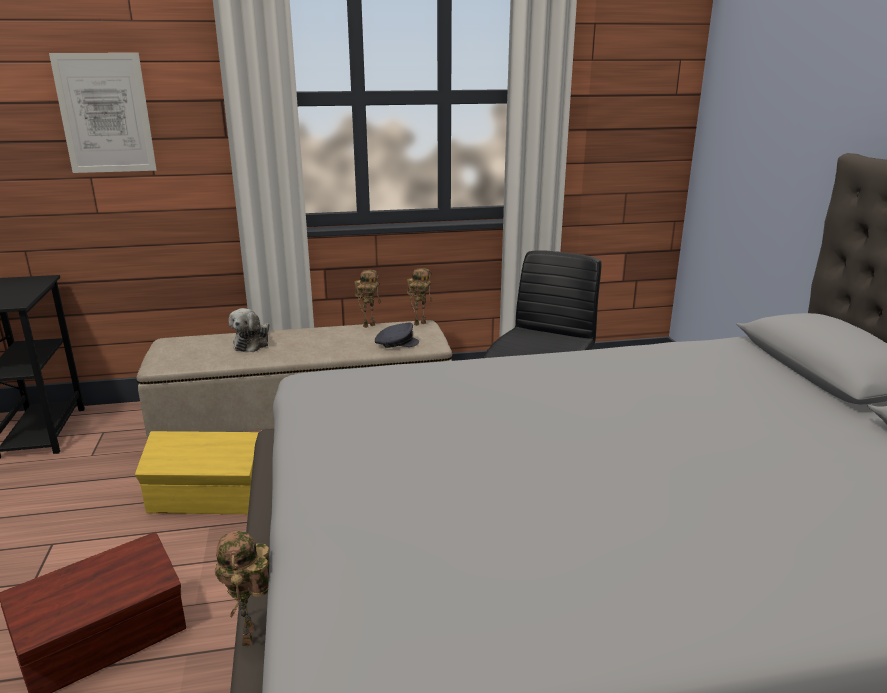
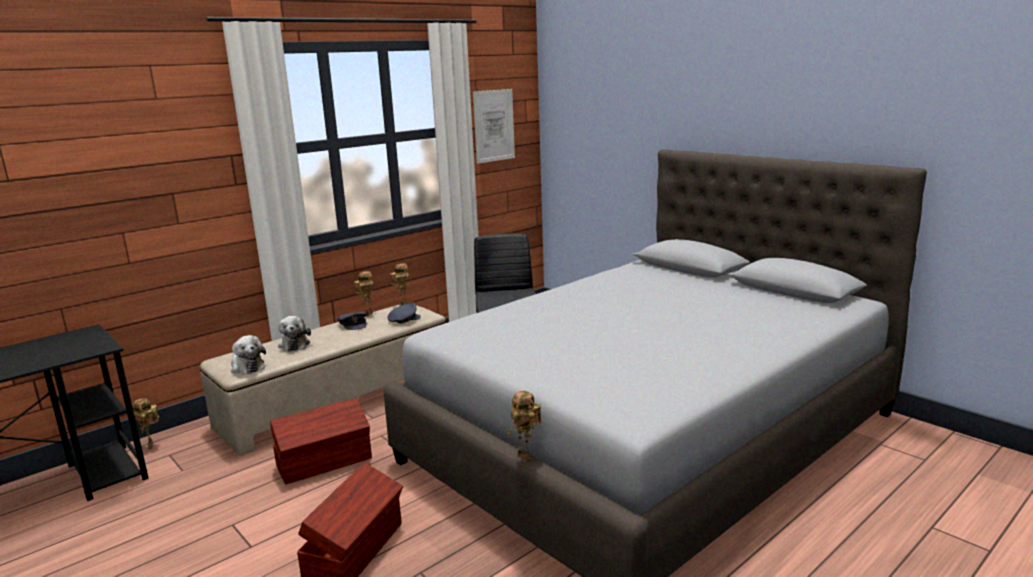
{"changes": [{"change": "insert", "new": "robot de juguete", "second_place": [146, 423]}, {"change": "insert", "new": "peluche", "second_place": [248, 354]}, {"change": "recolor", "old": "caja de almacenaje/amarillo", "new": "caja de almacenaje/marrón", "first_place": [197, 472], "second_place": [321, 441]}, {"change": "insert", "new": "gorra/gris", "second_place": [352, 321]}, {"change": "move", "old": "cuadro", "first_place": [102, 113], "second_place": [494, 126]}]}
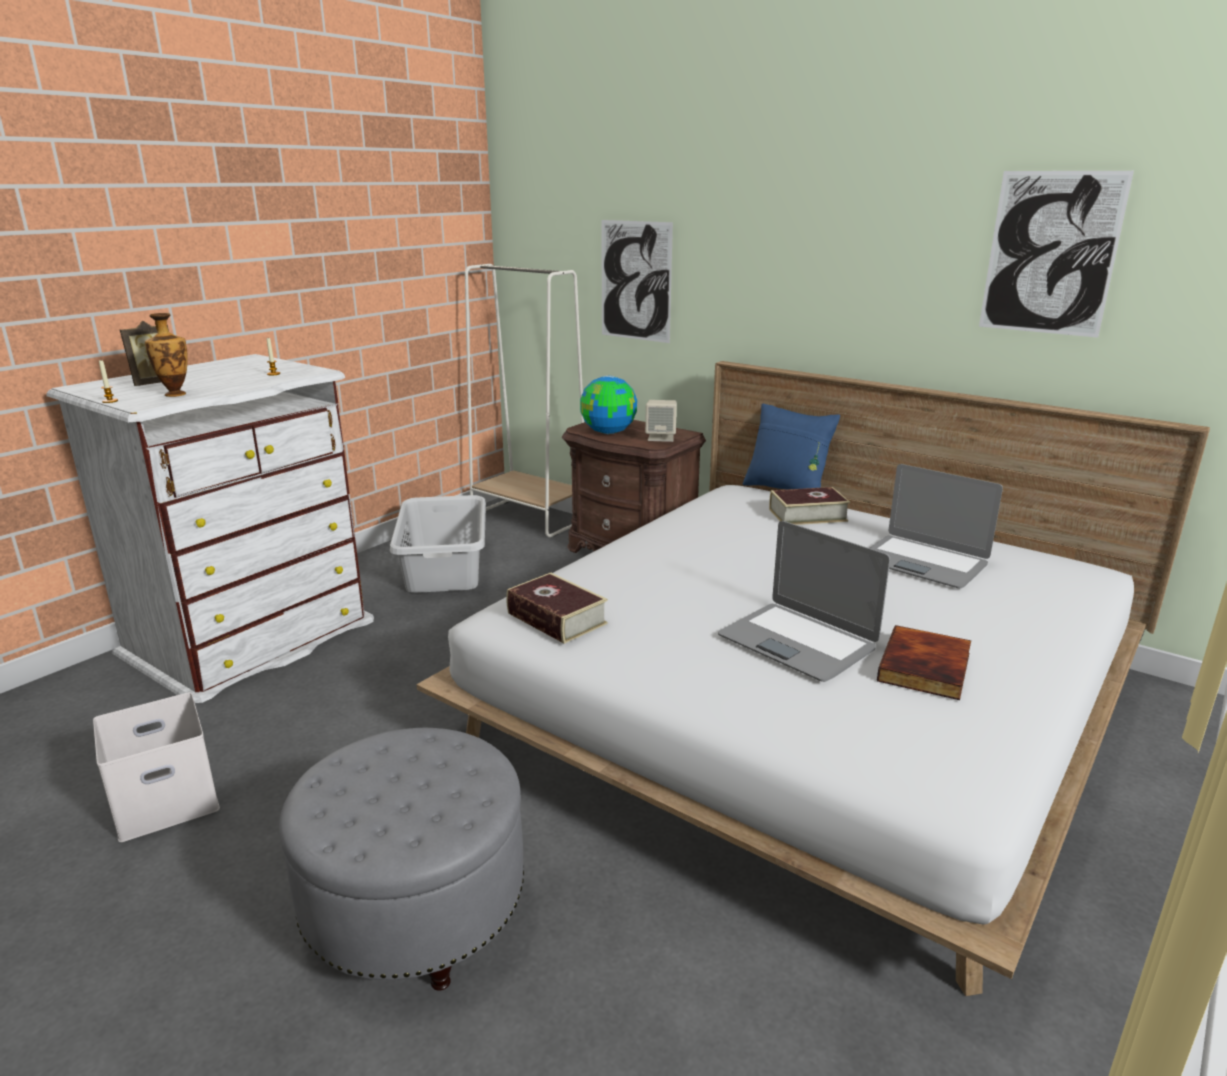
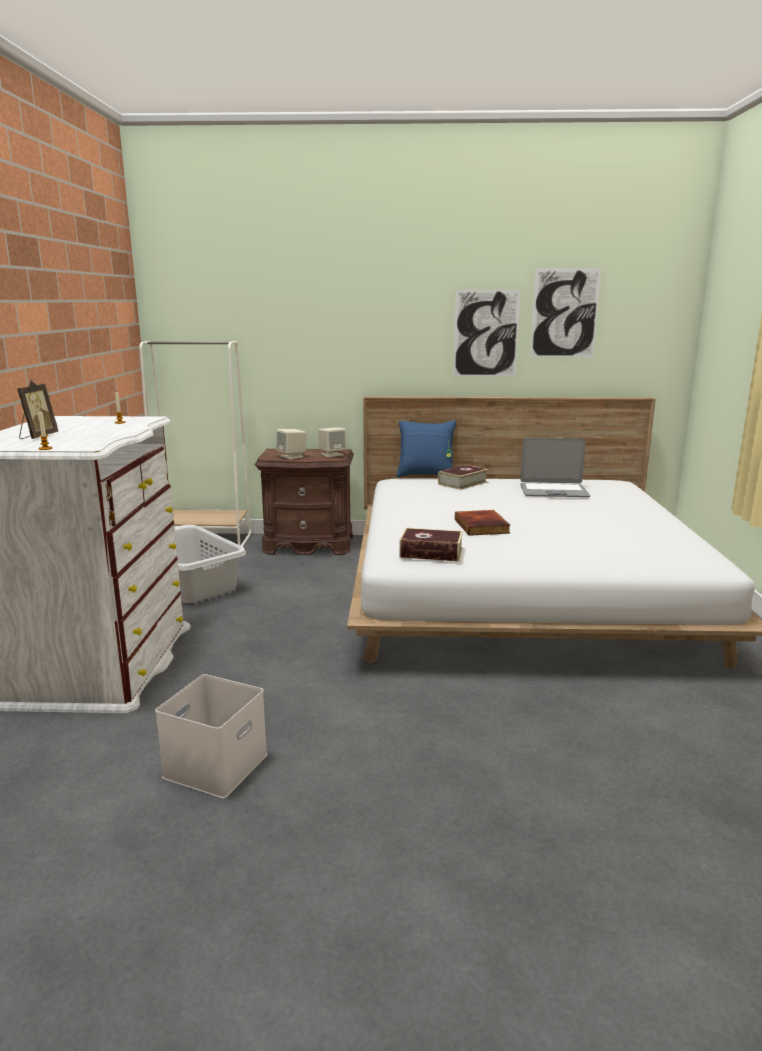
{"changes": [{"change": "replace", "old": "globo terráqueo", "new": "altavoz/beis", "first_place": [608, 405], "second_place": [291, 444]}, {"change": "move", "old": "cuadro", "first_place": [637, 281], "second_place": [486, 333]}, {"change": "move", "old": "libro", "first_place": [924, 662], "second_place": [482, 523]}, {"change": "delete", "old": "florero", "first_place": [166, 355]}, {"change": "delete", "old": "puf/gris", "first_place": [401, 859]}, {"change": "delete", "old": "portátil", "first_place": [804, 601]}]}
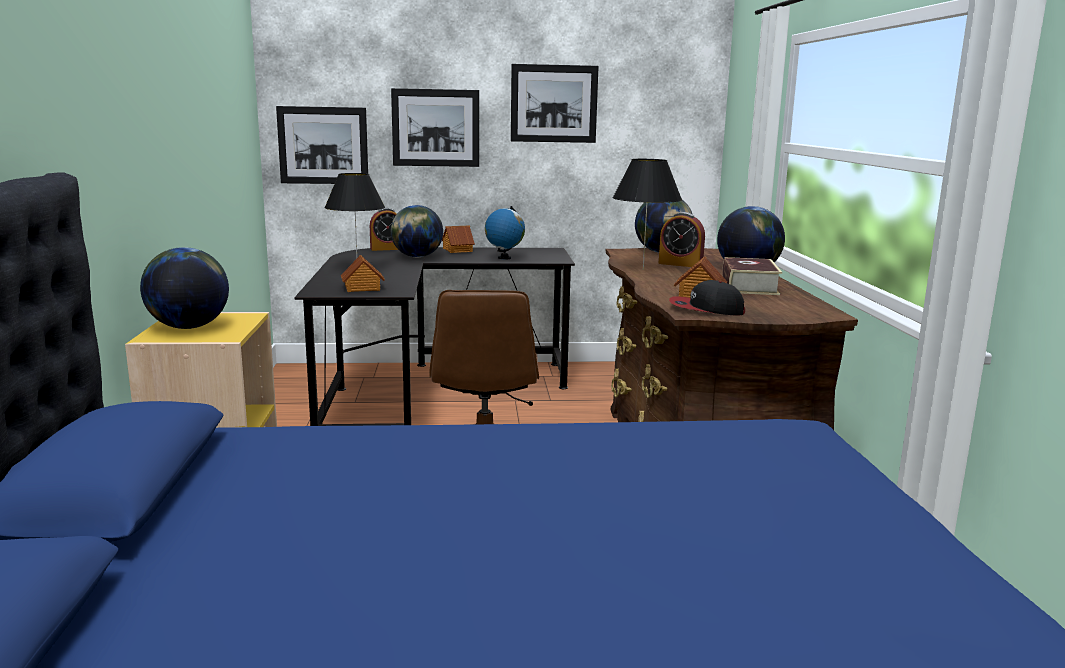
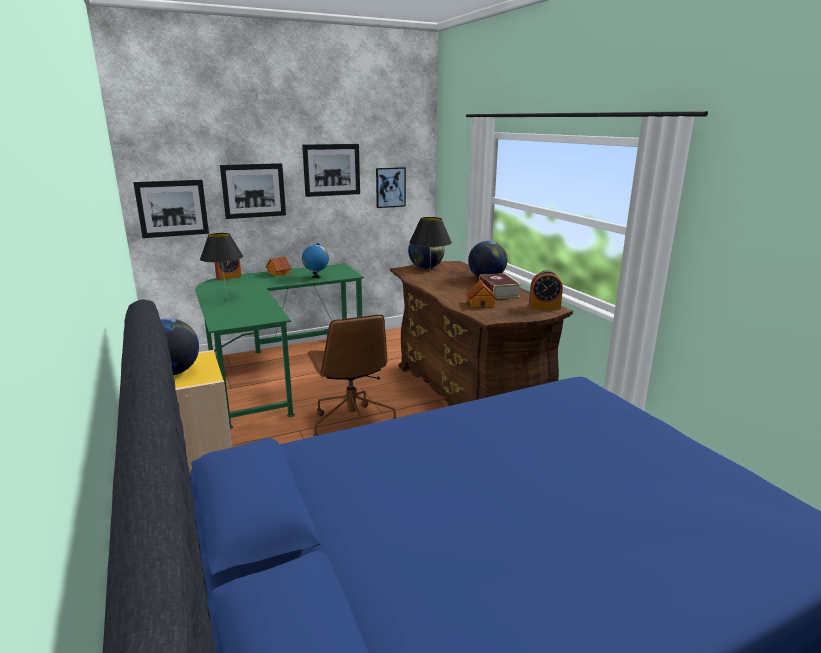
{"changes": [{"change": "recolor", "old": "escritorio/negro", "new": "escritorio/verde", "first_place": [434, 336], "second_place": [279, 347]}, {"change": "insert", "new": "cuadro", "second_place": [391, 187]}, {"change": "move", "old": "despertador", "first_place": [682, 239], "second_place": [546, 290]}, {"change": "delete", "old": "casita", "first_place": [363, 273]}, {"change": "delete", "old": "globo terráqueo", "first_place": [417, 231]}, {"change": "delete", "old": "gorra", "first_place": [707, 298]}]}
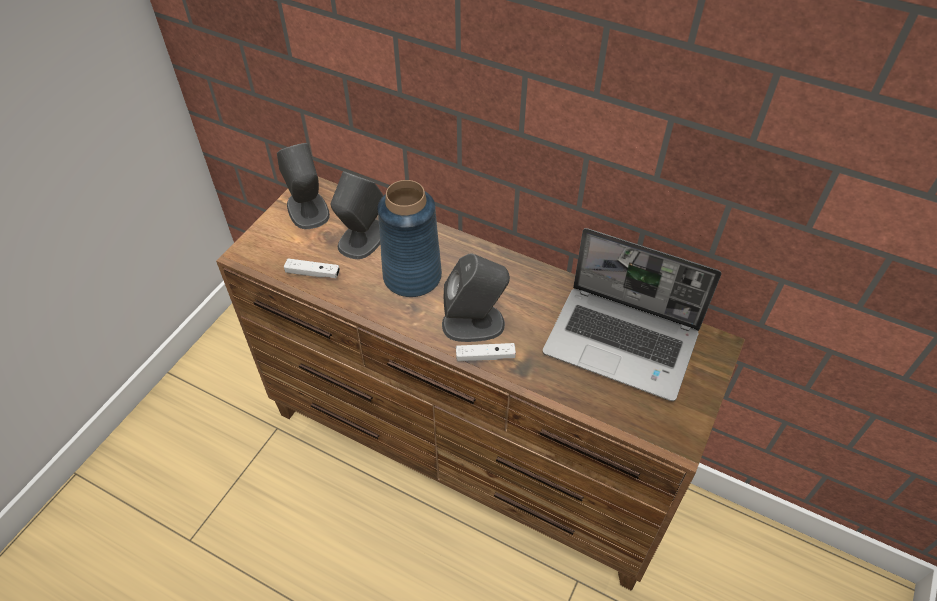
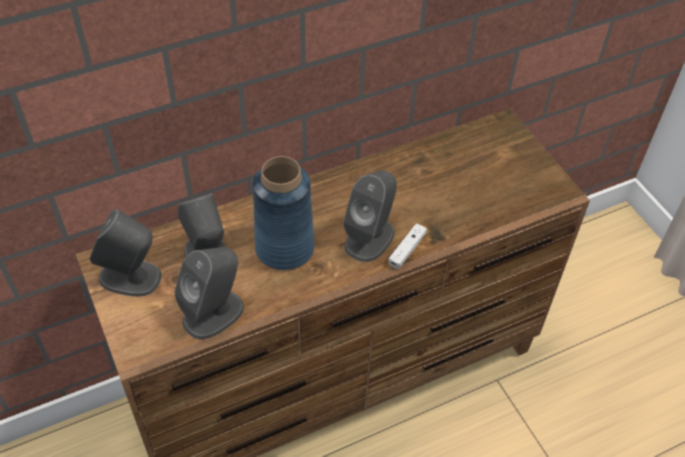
{"changes": [{"change": "replace", "old": "mando de consola/blanco", "new": "altavoz/gris", "first_place": [312, 268], "second_place": [209, 293]}, {"change": "delete", "old": "portátil", "first_place": [632, 314]}]}
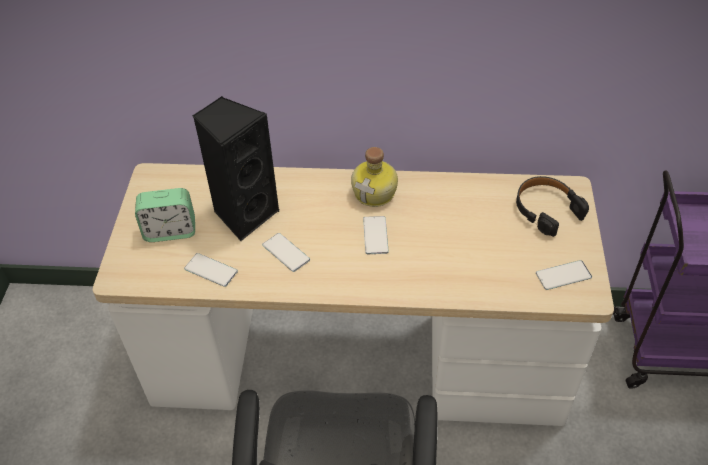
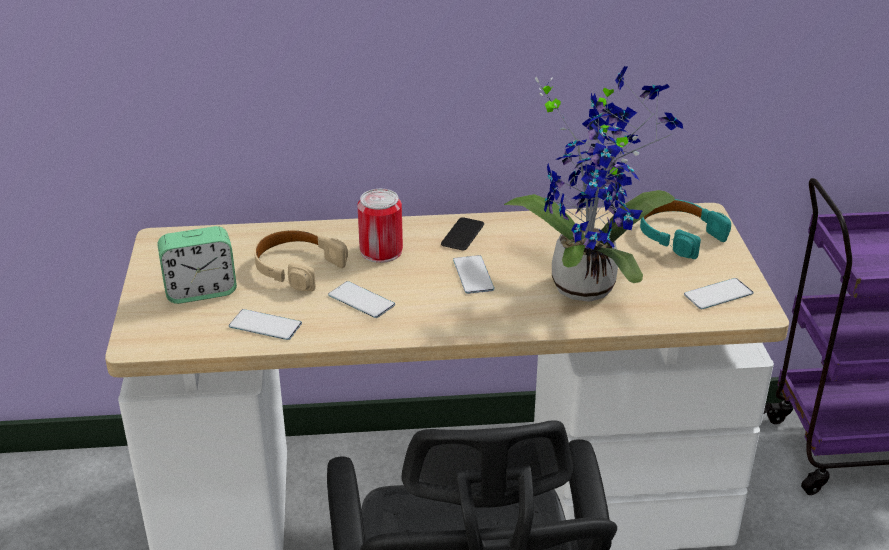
{"changes": [{"change": "replace", "old": "altavoz/negro", "new": "auriculares/beis", "first_place": [236, 168], "second_place": [301, 260]}, {"change": "insert", "new": "lata", "second_place": [380, 226]}, {"change": "replace", "old": "botella", "new": "móvil", "first_place": [374, 177], "second_place": [462, 233]}, {"change": "insert", "new": "planta en maceta", "second_place": [593, 184]}, {"change": "recolor", "old": "auriculares/negro", "new": "auriculares/turquesa", "first_place": [552, 206], "second_place": [685, 229]}]}
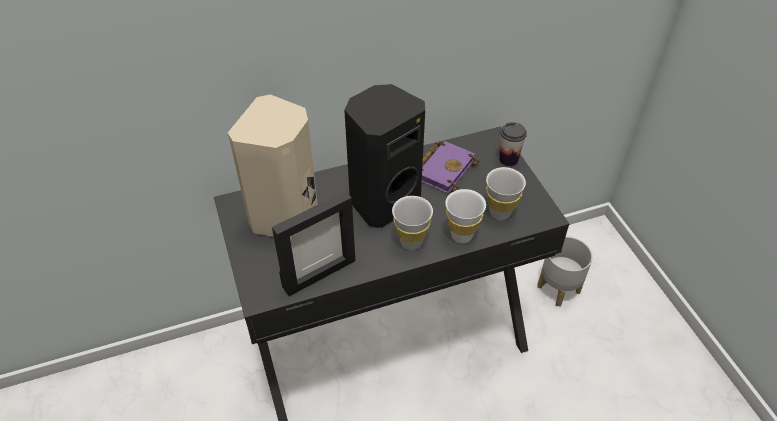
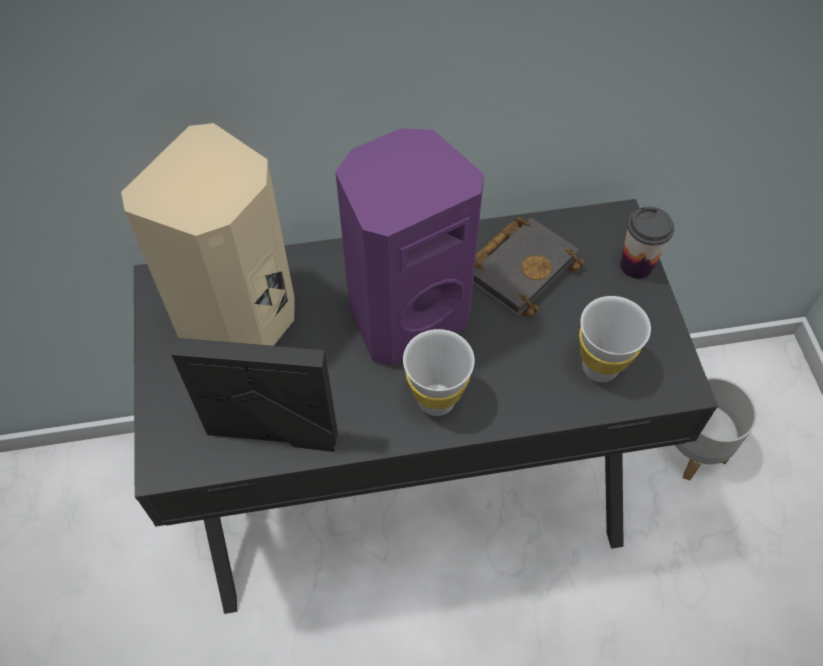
{"changes": [{"change": "rotate", "old": "portarretratos", "first_place": [313, 243], "second_place": [254, 395], "degrees": -150}, {"change": "recolor", "old": "altavoz/negro", "new": "altavoz/morado", "first_place": [384, 156], "second_place": [409, 247]}, {"change": "recolor", "old": "libro/morado", "new": "libro/negro", "first_place": [450, 167], "second_place": [528, 267]}, {"change": "delete", "old": "taza/blanco", "first_place": [466, 216]}]}
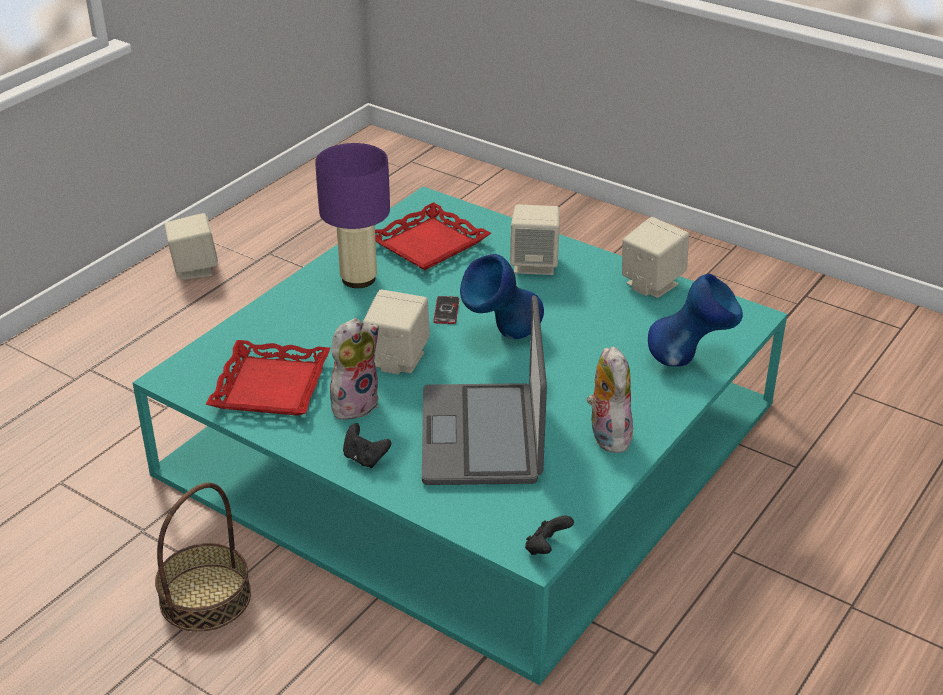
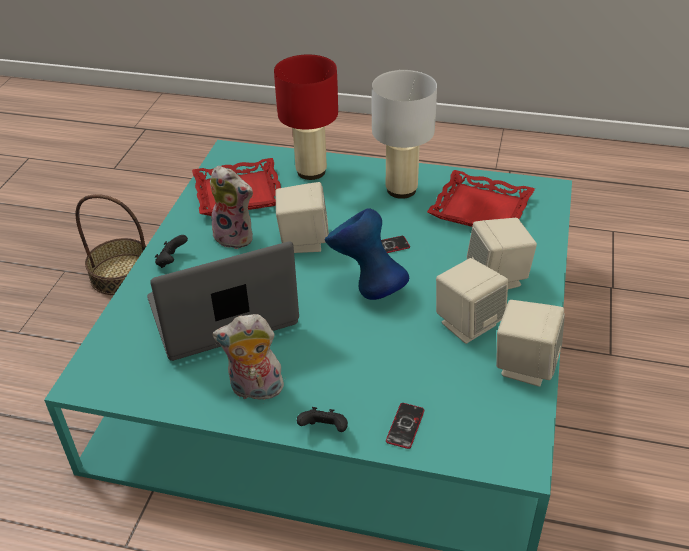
{"changes": [{"change": "rotate", "old": "peluche", "first_place": [610, 399], "second_place": [248, 359], "degrees": -150}, {"change": "insert", "new": "lámpara de mesa/rojo", "second_place": [306, 117]}, {"change": "move", "old": "mando de consola/negro", "first_place": [549, 535], "second_place": [322, 419]}, {"change": "recolor", "old": "lámpara de mesa/morado", "new": "lámpara de mesa/blanco", "first_place": [352, 215], "second_place": [404, 134]}, {"change": "replace", "old": "florero/azul", "new": "móvil", "first_place": [695, 320], "second_place": [405, 426]}, {"change": "move", "old": "altavoz/beis", "first_place": [191, 246], "second_place": [472, 301]}]}
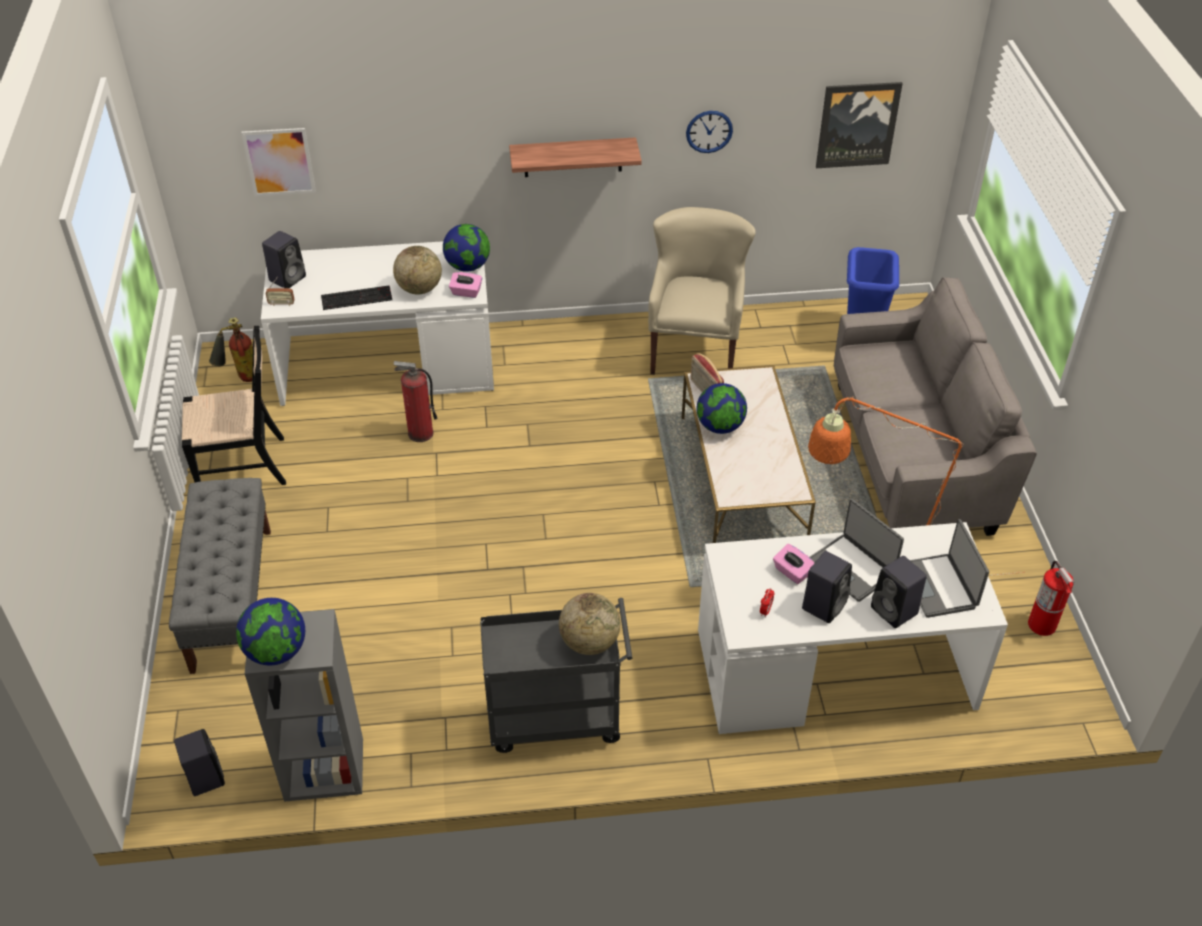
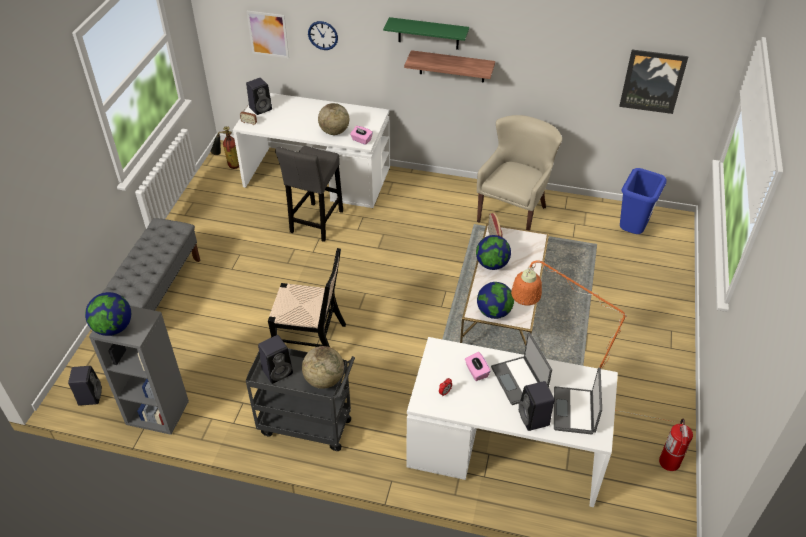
{"changes": [{"change": "move", "old": "altavoz/negro", "first_place": [827, 587], "second_place": [275, 359]}, {"change": "move", "old": "silla", "first_place": [234, 405], "second_place": [307, 297]}, {"change": "replace", "old": "extintor", "new": "taburete/gris", "first_place": [415, 401], "second_place": [309, 194]}, {"change": "move", "old": "reloj de pared", "first_place": [709, 132], "second_place": [323, 35]}, {"change": "insert", "new": "estante/verde", "second_place": [426, 33]}, {"change": "move", "old": "globo terráqueo", "first_place": [466, 248], "second_place": [495, 300]}, {"change": "delete", "old": "teclado", "first_place": [356, 297]}, {"change": "delete", "old": "sofá/gris", "first_place": [935, 406]}]}
